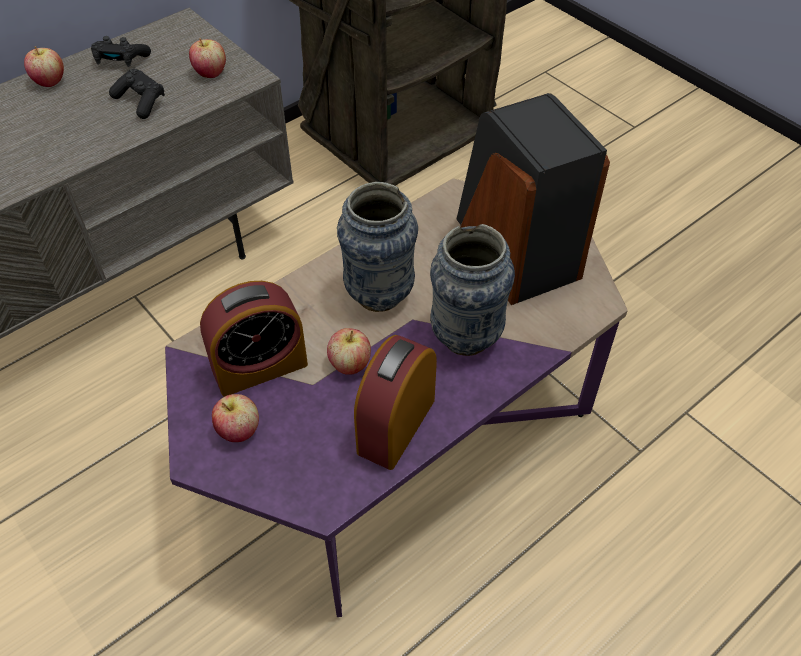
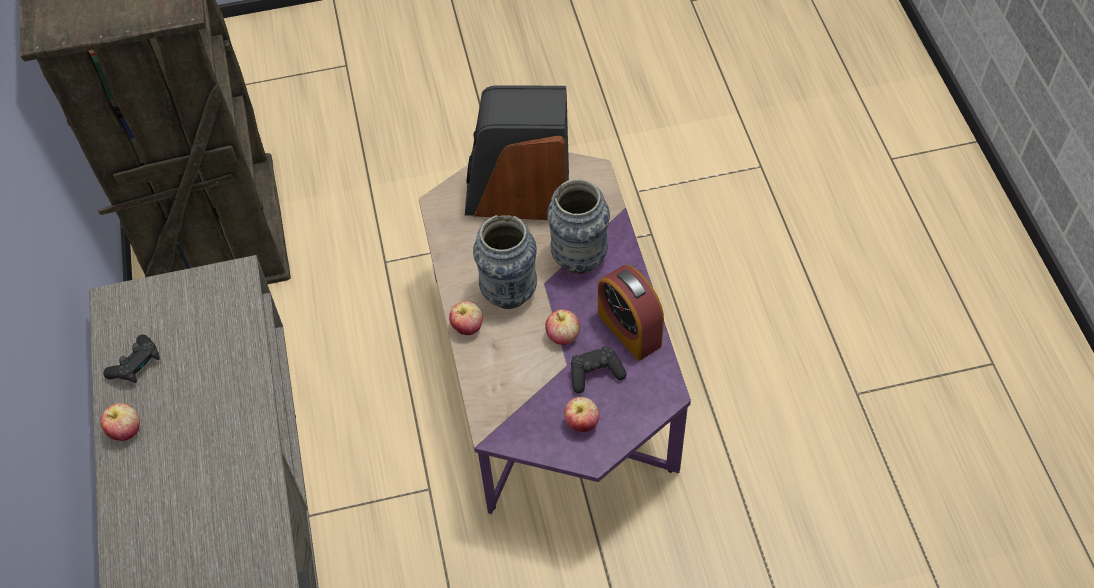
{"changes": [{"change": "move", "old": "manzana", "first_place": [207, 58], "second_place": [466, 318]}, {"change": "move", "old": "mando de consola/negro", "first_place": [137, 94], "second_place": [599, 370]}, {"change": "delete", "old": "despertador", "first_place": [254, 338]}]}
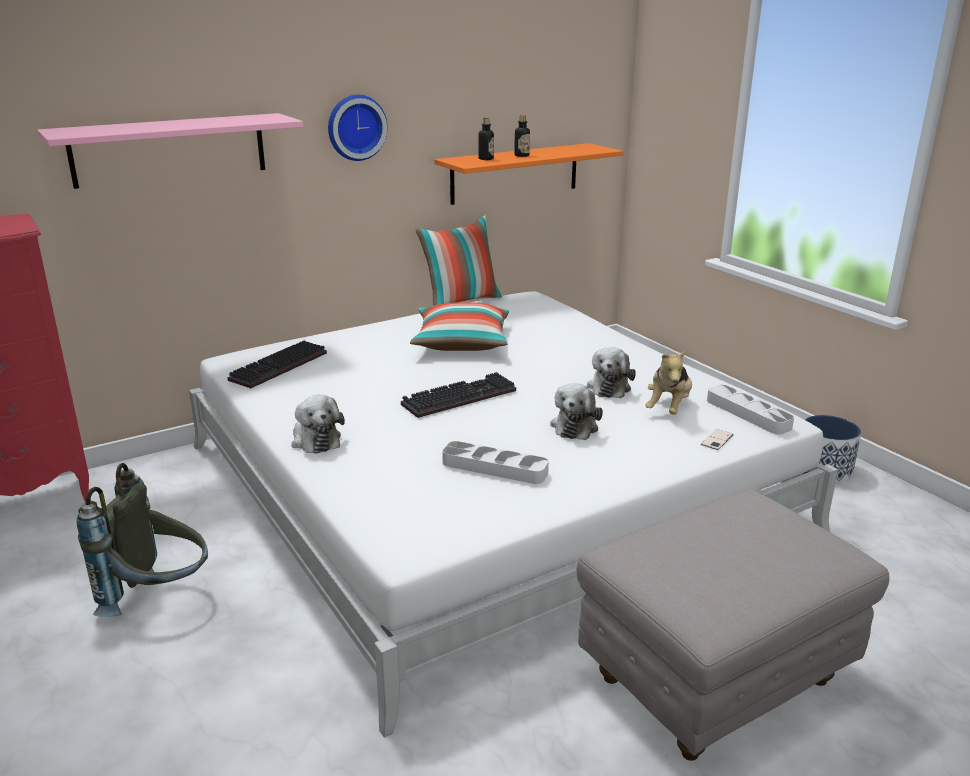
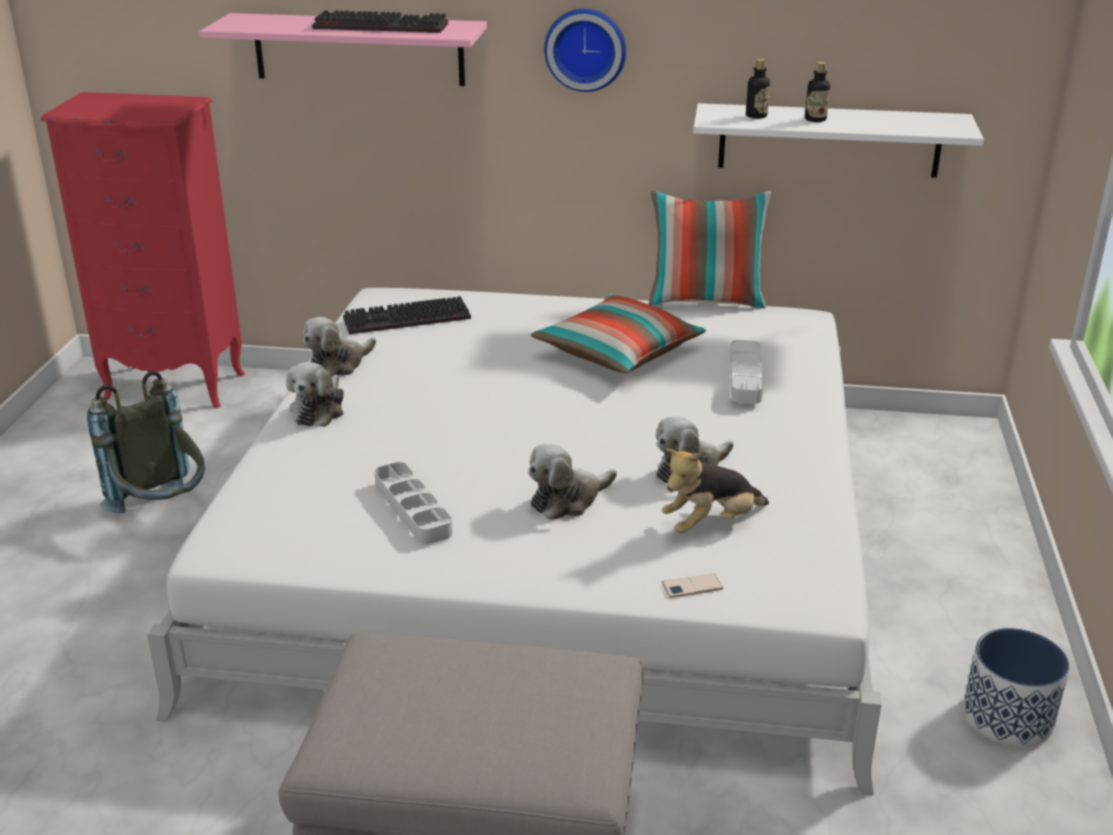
{"changes": [{"change": "insert", "new": "peluche", "second_place": [339, 347]}, {"change": "move", "old": "teclado", "first_place": [458, 395], "second_place": [380, 21]}, {"change": "recolor", "old": "estante/naranja", "new": "estante/blanco", "first_place": [529, 174], "second_place": [838, 140]}, {"change": "move", "old": "bandeja/gris", "first_place": [750, 409], "second_place": [746, 372]}]}
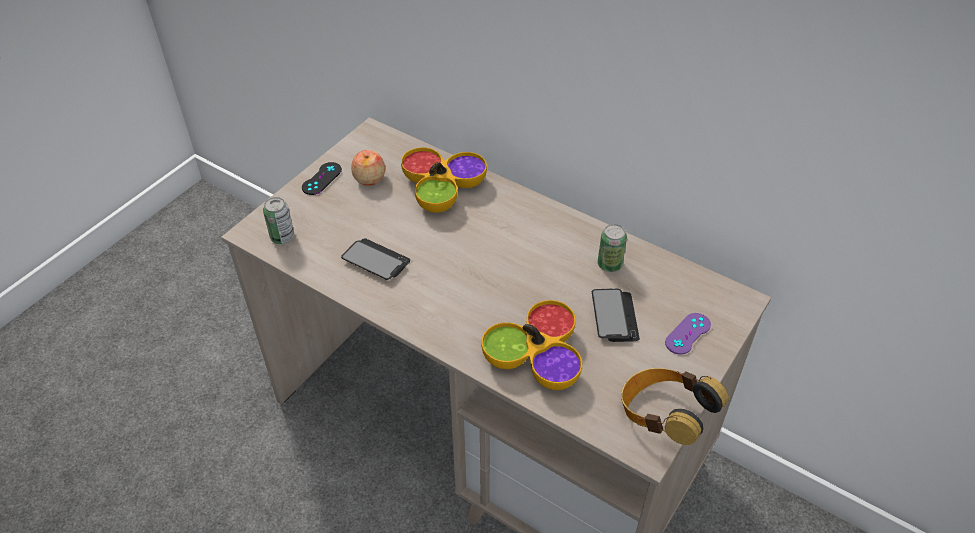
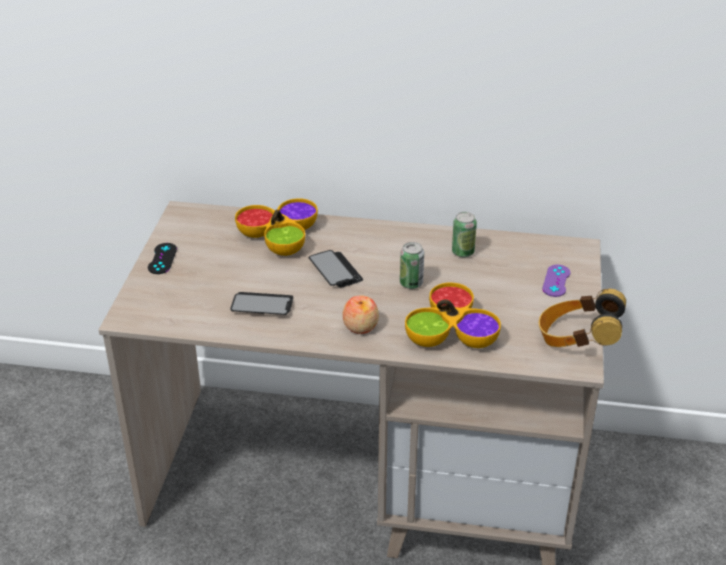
{"changes": [{"change": "move", "old": "móvil", "first_place": [616, 315], "second_place": [336, 268]}, {"change": "move", "old": "manzana", "first_place": [368, 168], "second_place": [361, 314]}, {"change": "move", "old": "lata", "first_place": [278, 220], "second_place": [412, 265]}]}
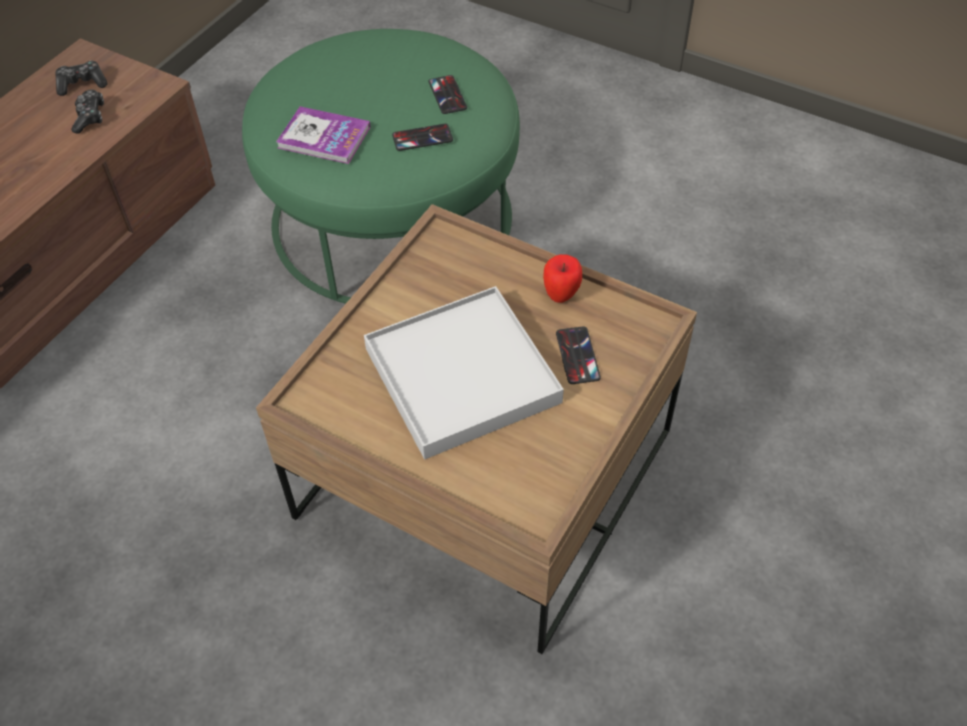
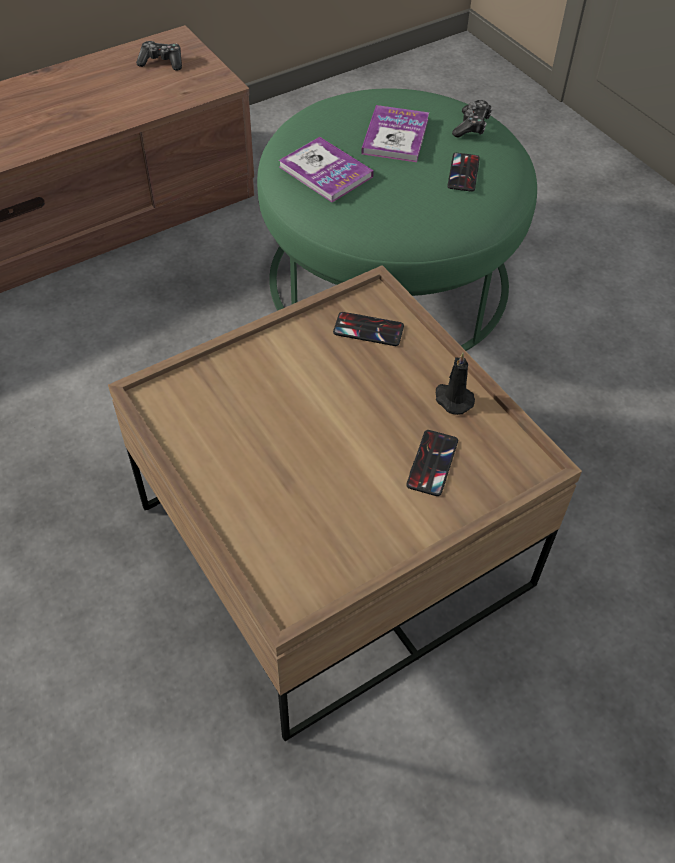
{"changes": [{"change": "move", "old": "móvil", "first_place": [422, 137], "second_place": [368, 329]}, {"change": "insert", "new": "libro", "second_place": [395, 133]}, {"change": "replace", "old": "manzana", "new": "vela/negro", "first_place": [562, 278], "second_place": [455, 383]}, {"change": "move", "old": "mando de consola", "first_place": [87, 112], "second_place": [472, 119]}, {"change": "delete", "old": "bandeja/blanco", "first_place": [464, 373]}]}
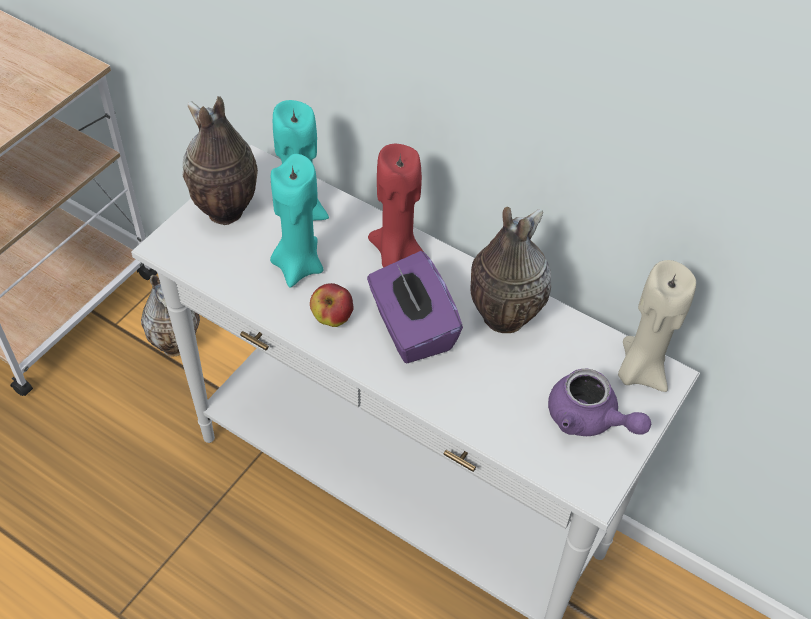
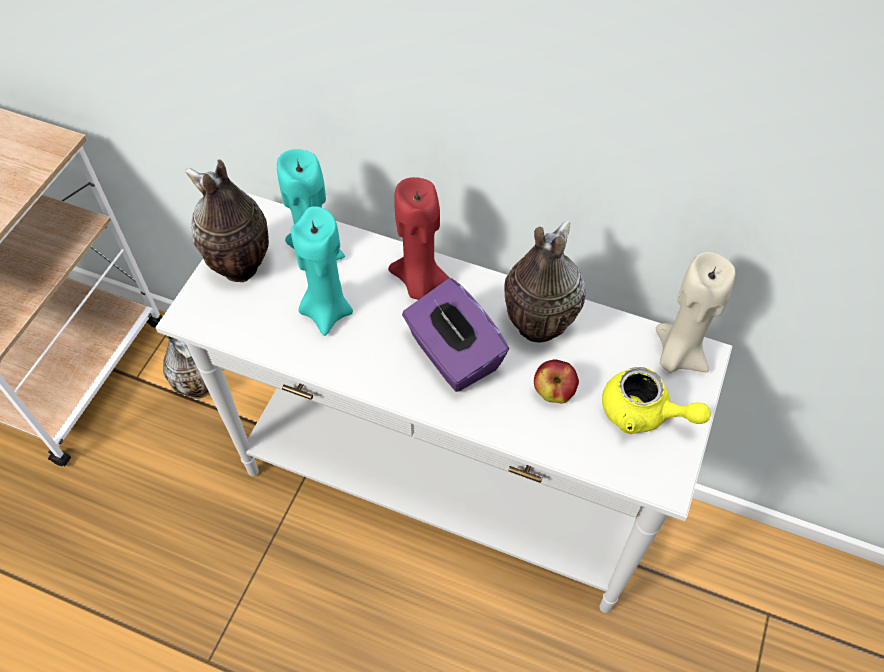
{"changes": [{"change": "move", "old": "manzana", "first_place": [332, 305], "second_place": [556, 381]}, {"change": "recolor", "old": "tetera/morado", "new": "tetera/amarillo", "first_place": [599, 402], "second_place": [656, 400]}]}
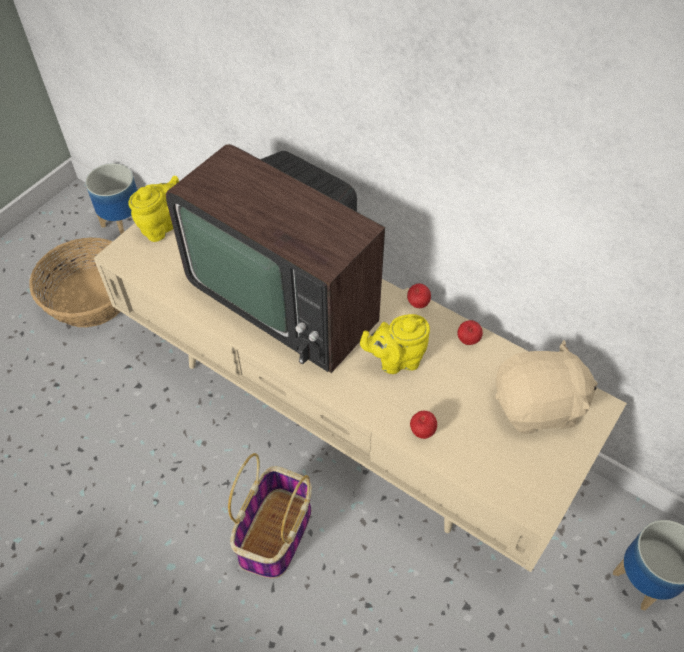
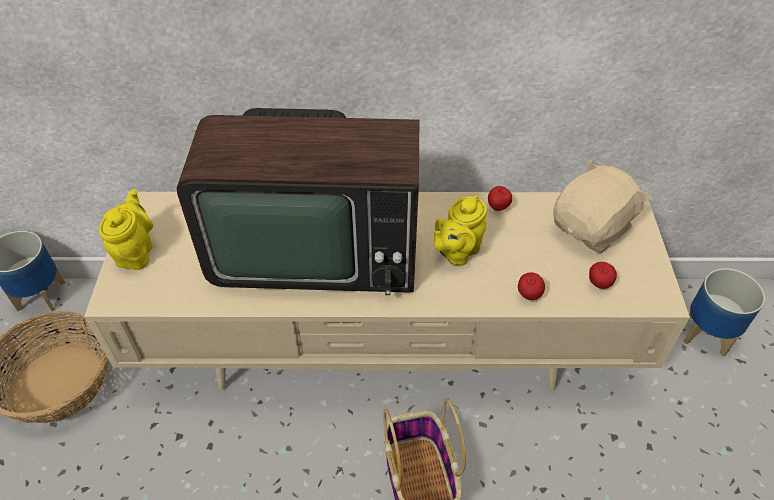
{"changes": [{"change": "move", "old": "manzana", "first_place": [419, 296], "second_place": [603, 275]}]}
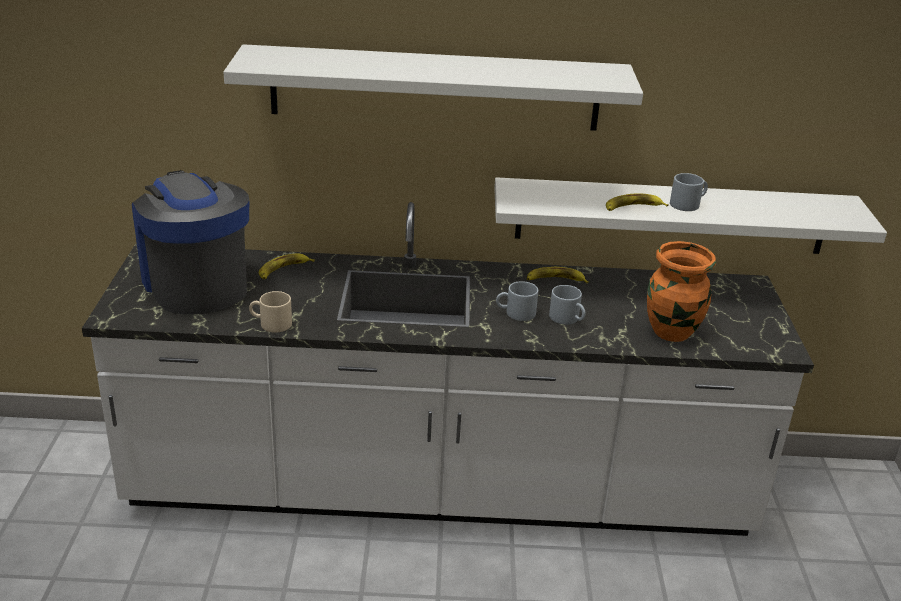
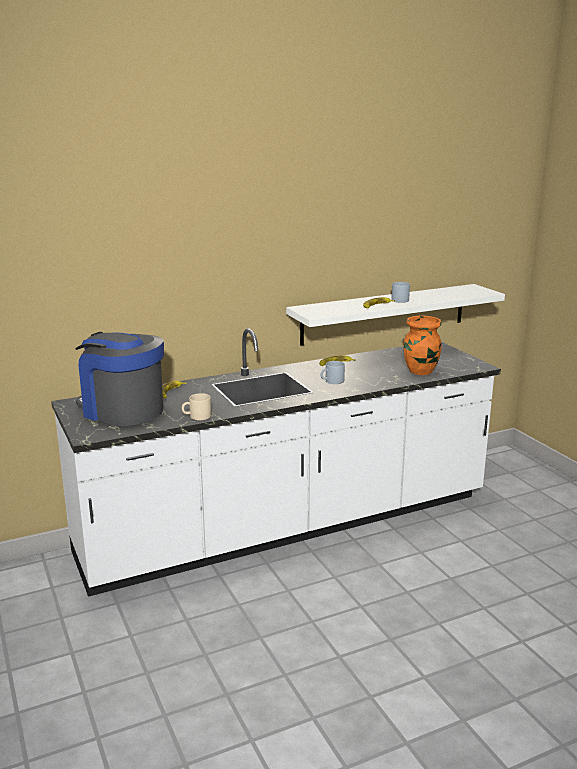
{"changes": [{"change": "delete", "old": "estante/blanco", "first_place": [433, 87]}, {"change": "delete", "old": "taza grande/gris", "first_place": [567, 305]}]}
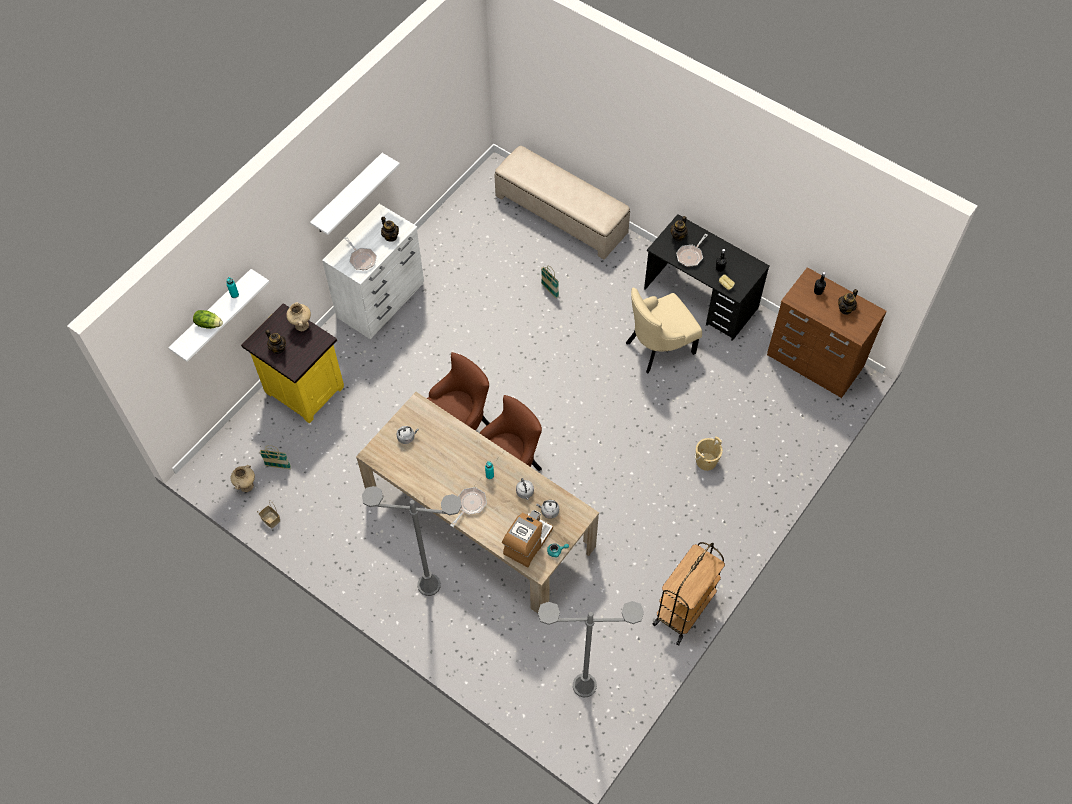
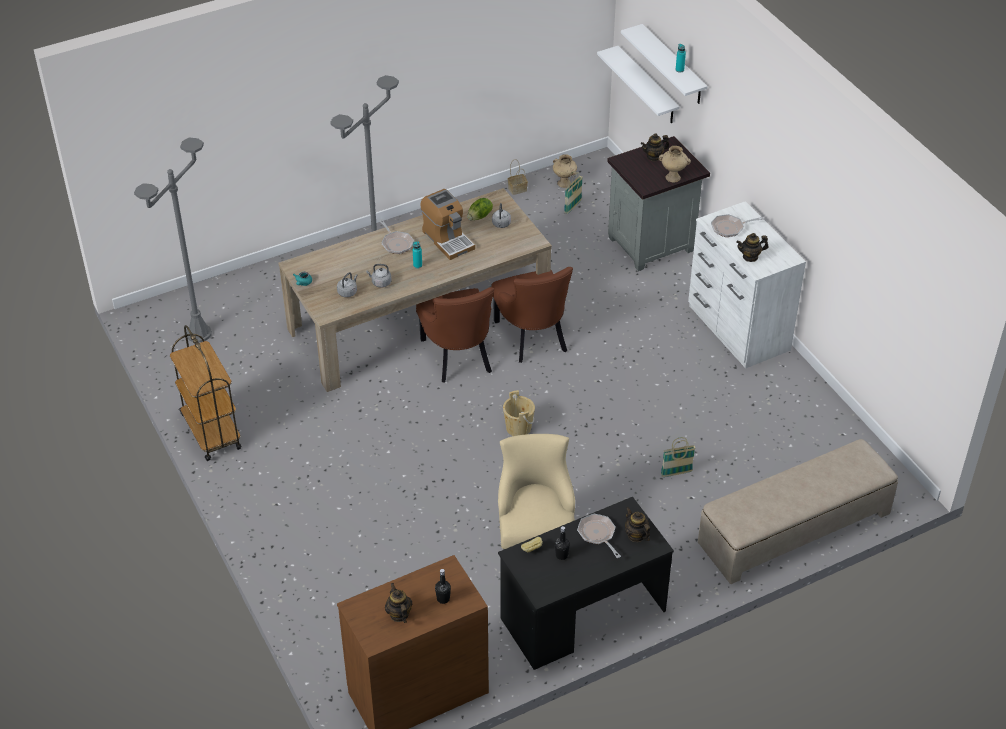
{"changes": [{"change": "move", "old": "cafetera", "first_place": [527, 538], "second_place": [448, 224]}, {"change": "move", "old": "lechuga", "first_place": [208, 319], "second_place": [480, 209]}, {"change": "move", "old": "cubo/beis", "first_place": [709, 453], "second_place": [519, 413]}, {"change": "move", "old": "estante/blanco", "first_place": [355, 194], "second_place": [638, 84]}, {"change": "recolor", "old": "armario/amarillo", "new": "armario/gris", "first_place": [292, 363], "second_place": [658, 203]}]}
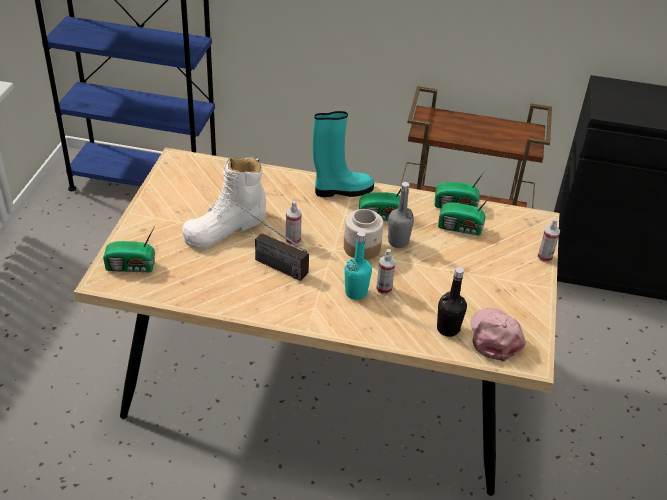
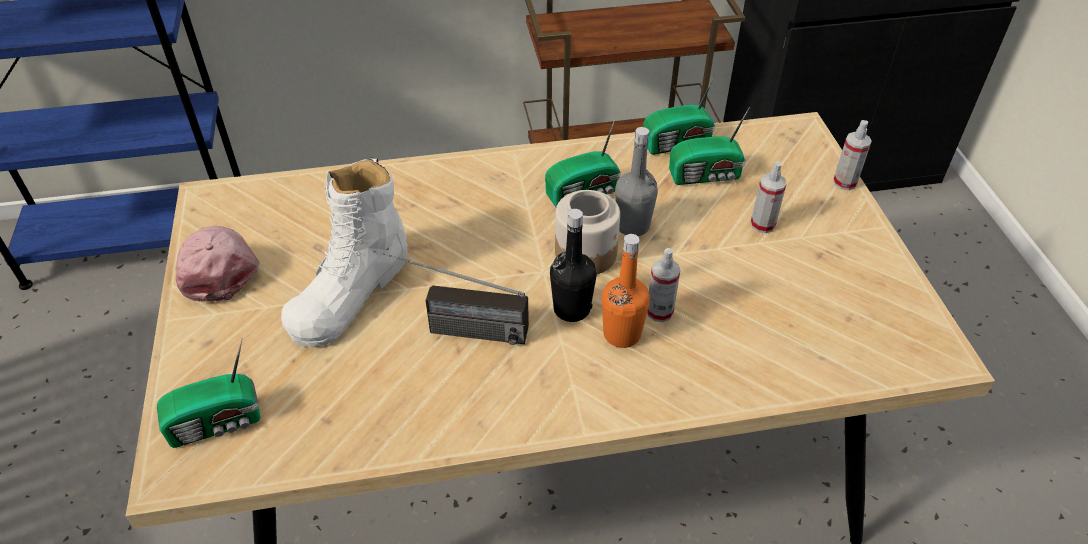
{"changes": [{"change": "move", "old": "gorra/rosa", "first_place": [498, 335], "second_place": [218, 264]}, {"change": "move", "old": "botella/negro", "first_place": [452, 302], "second_place": [573, 265]}, {"change": "recolor", "old": "botella/turquesa", "new": "botella/naranja", "first_place": [358, 265], "second_place": [626, 291]}, {"change": "move", "old": "pulverizador", "first_place": [294, 223], "second_place": [768, 197]}, {"change": "delete", "old": "bota/turquesa", "first_place": [343, 154]}]}
